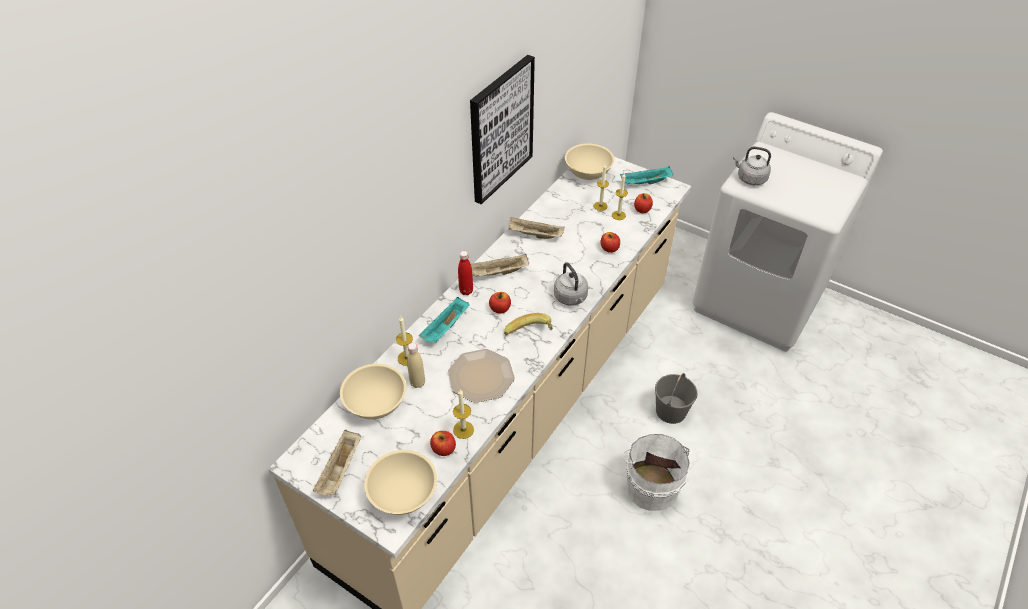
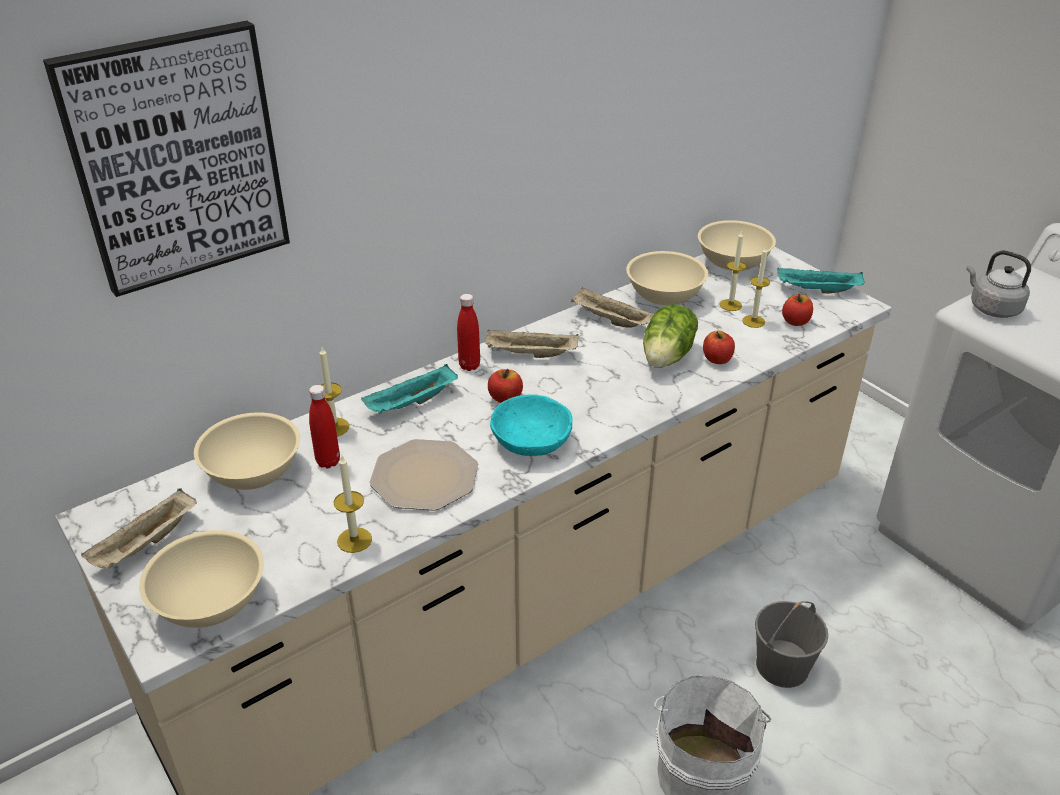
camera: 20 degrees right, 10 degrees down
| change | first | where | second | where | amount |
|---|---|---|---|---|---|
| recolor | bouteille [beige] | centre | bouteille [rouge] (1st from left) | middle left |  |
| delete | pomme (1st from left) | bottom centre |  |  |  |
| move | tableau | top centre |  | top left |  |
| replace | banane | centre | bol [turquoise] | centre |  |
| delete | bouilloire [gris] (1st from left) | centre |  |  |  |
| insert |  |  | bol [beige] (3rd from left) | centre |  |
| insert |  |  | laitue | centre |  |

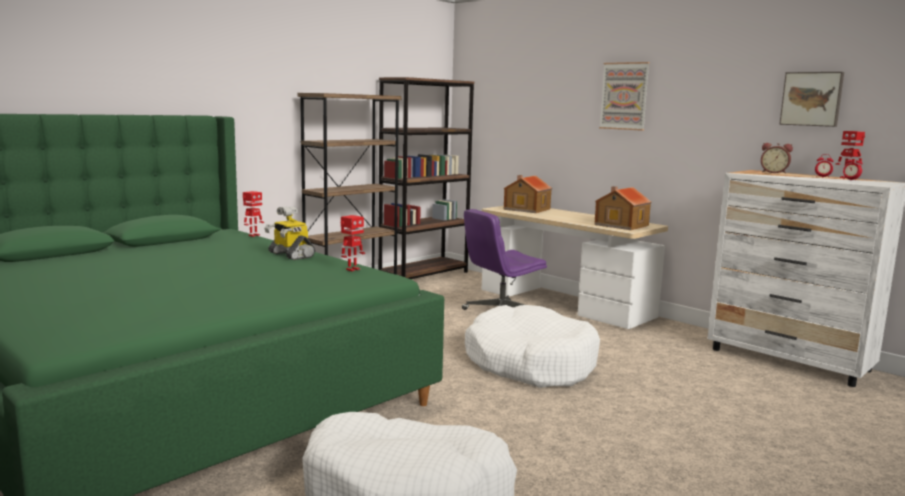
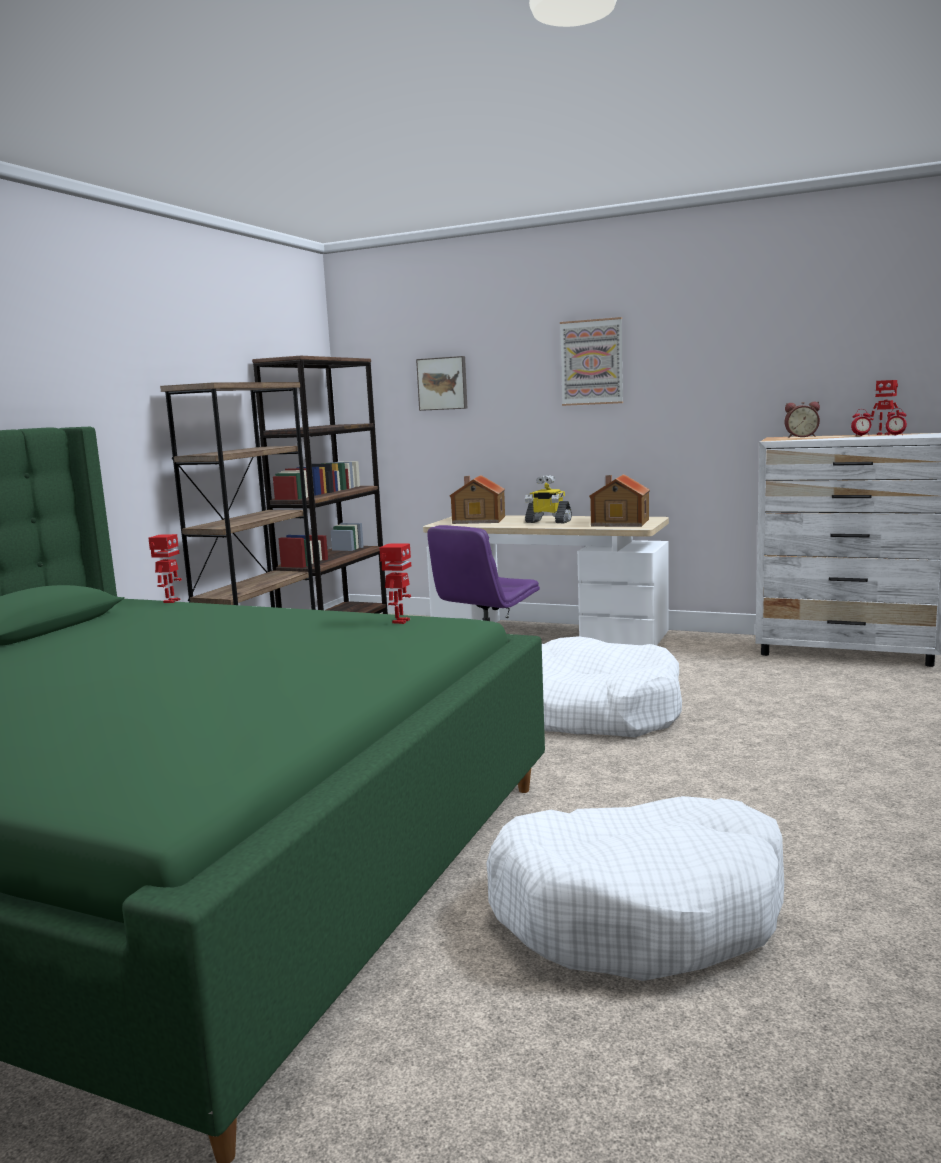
camera: 20 degrees left, 0 degrees up
| change | first | where | second | where | amount |
|---|---|---|---|---|---|
| move | robot jouet (2nd from left in the first image) | middle left | robot jouet (3rd from left) | centre |  |
| move | tableau (2nd from left in the first image) | top right | tableau (1st from left) | top centre |  |

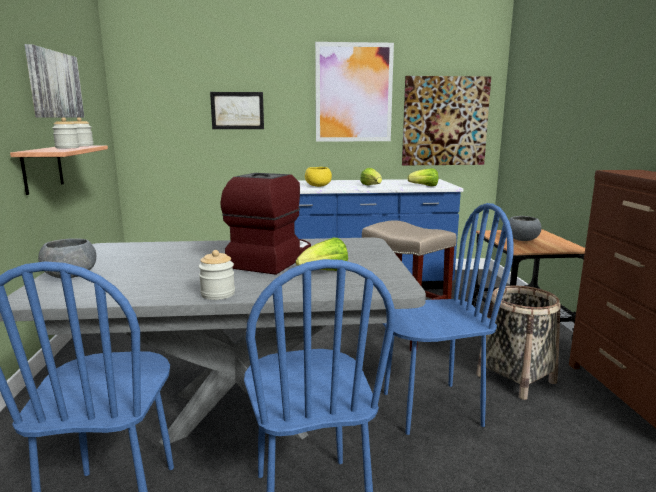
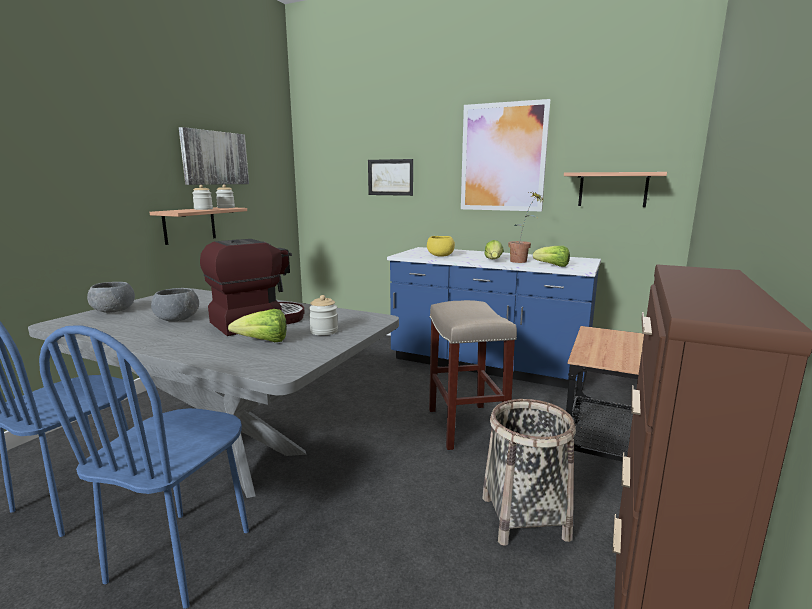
camera: 30 degrees right, 0 degrees up
| change | first | where | second | where | amount |
|---|---|---|---|---|---|
| move | bocal (3rd from left) | middle left |  | centre |  |
| delete | chaise [bleu] (3rd from left) | middle right |  |  |  |
| replace | tableau (4th from left) | top right | étagère (2nd from left) | top right |  |
| move | bol [gris] (2nd from left) | middle right |  | middle left |  |
| insert |  |  | plante en pot | centre |  |

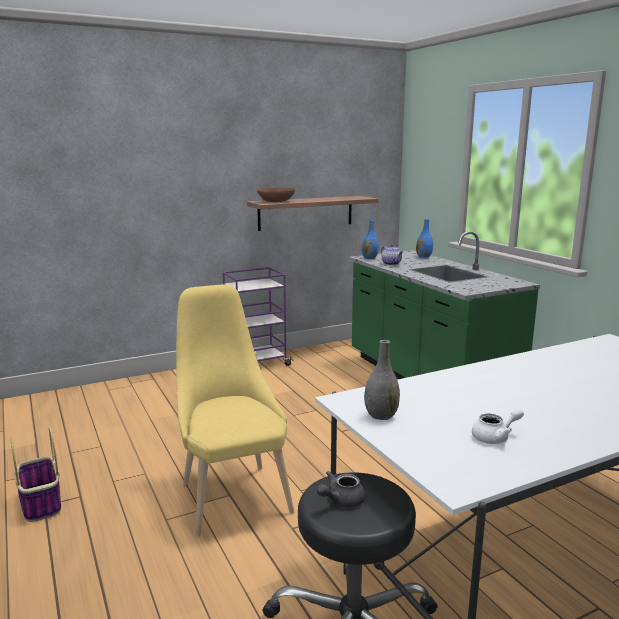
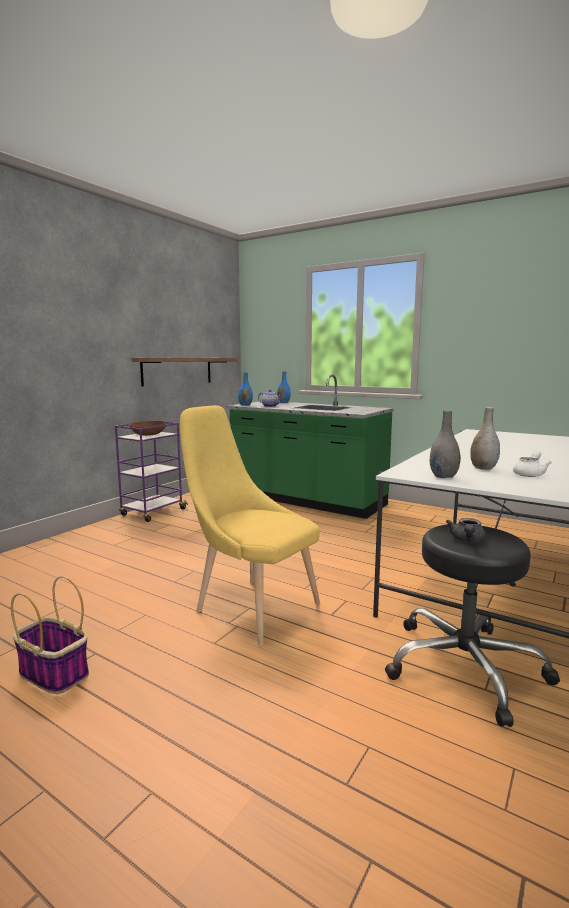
camera: 30 degrees left, 5 degrees down
| change | first | where | second | where | amount |
|---|---|---|---|---|---|
| move | bol [marron] | top centre |  | middle left |  |
| insert |  |  | vase [gris] (2nd from left) | middle right |  |

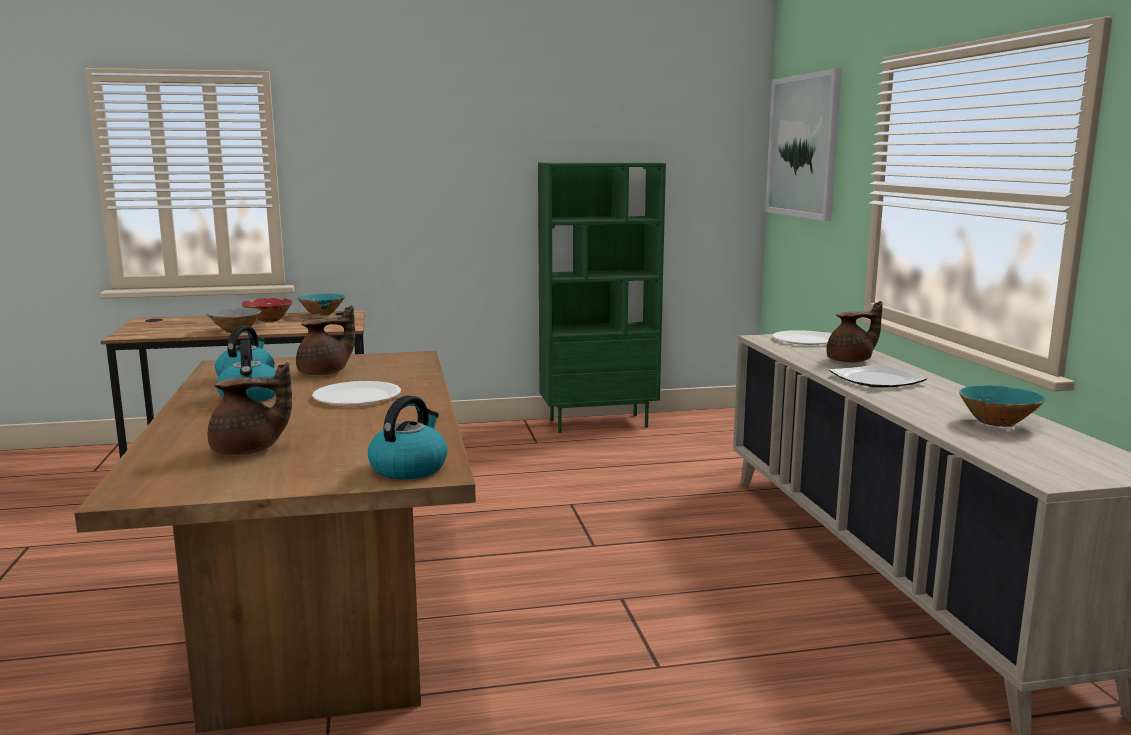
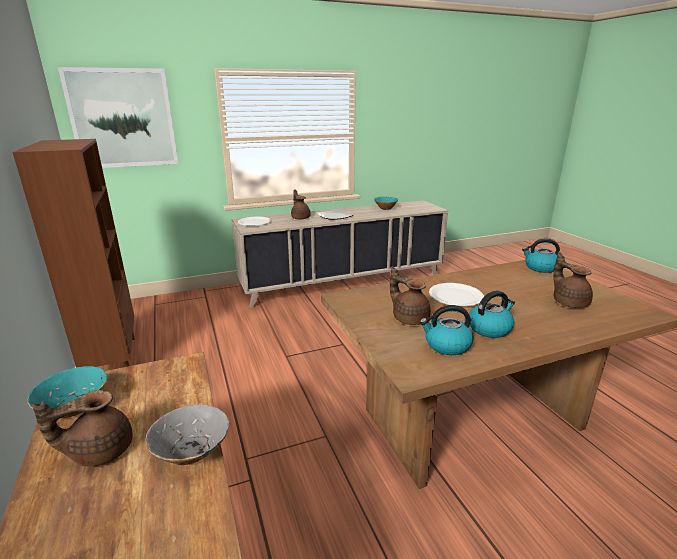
camera: 100 degrees left, 10 degrees up
| change | first | where | second | where | amount |
|---|---|---|---|---|---|
| replace | bol [rouge] | middle left | théière [marron] (1st from left) | bottom left |  |
| recolor | bibliothèque [vert] | centre | bibliothèque [marron] | middle left |  |

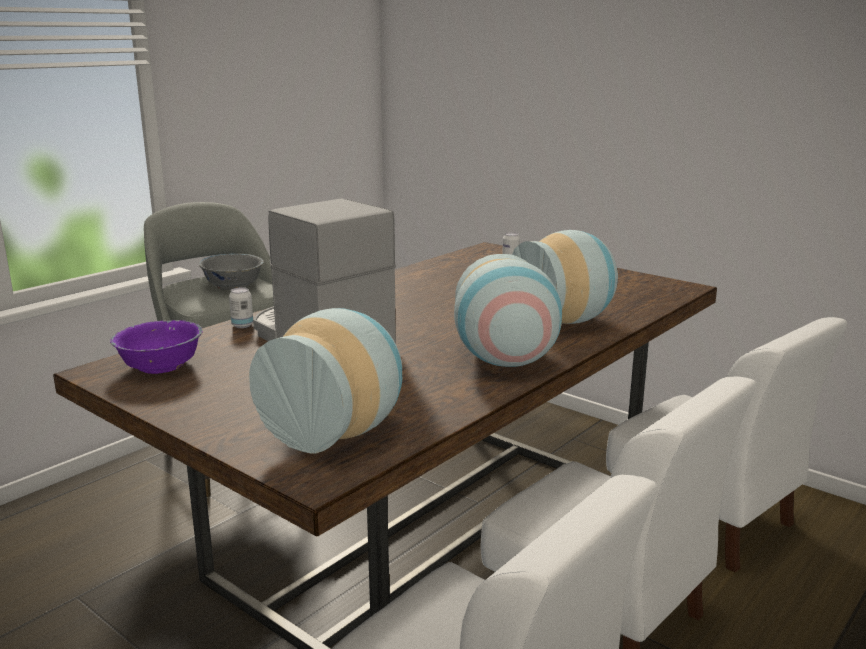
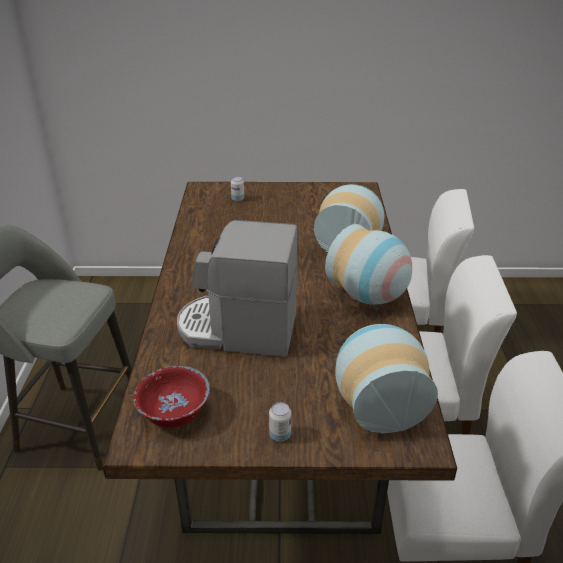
camera: 40 degrees left, 15 degrees up
| change | first | where | second | where | amount |
|---|---|---|---|---|---|
| recolor | bol [violet] | middle left | bol [rouge] | bottom left |  |
| delete | bol [gris] | middle left |  |  |  |
| move | boîte métallique (1st from left in the first image) | middle left | boîte métallique (2nd from left) | bottom centre |  |

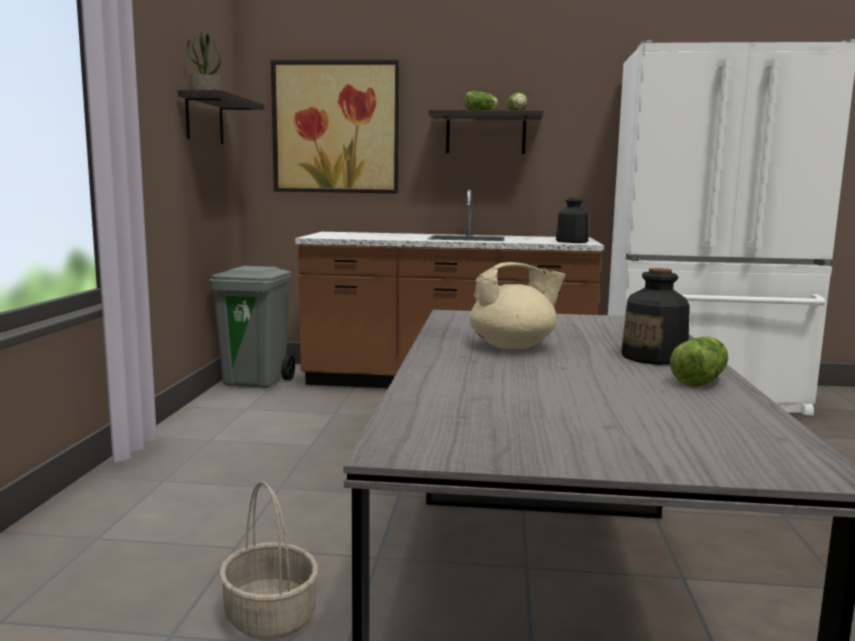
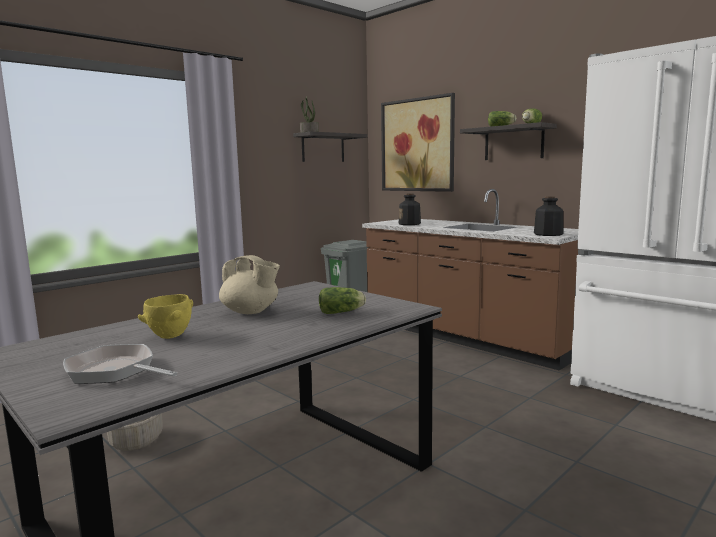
camera: 40 degrees right, 0 degrees up
| change | first | where | second | where | amount |
|---|---|---|---|---|---|
| move | bouteille (2nd from left in the first image) | middle right | bouteille (1st from left) | centre |  |
| move | laitue (3rd from left in the first image) | middle right | laitue (1st from left) | centre |  |
| insert |  |  | poêle | bottom left |  |
| insert |  |  | bol [jaune] | middle left |  |

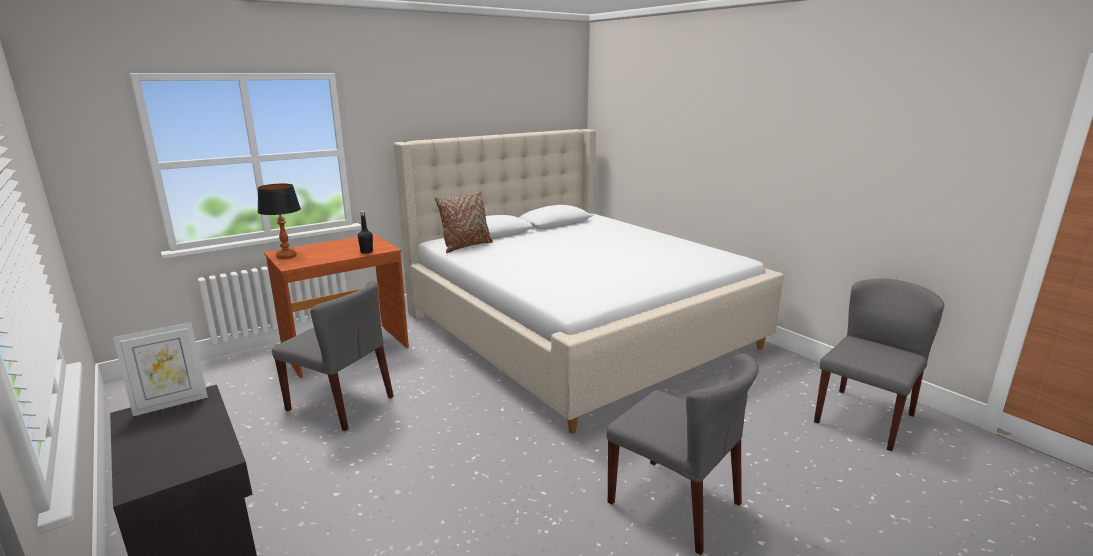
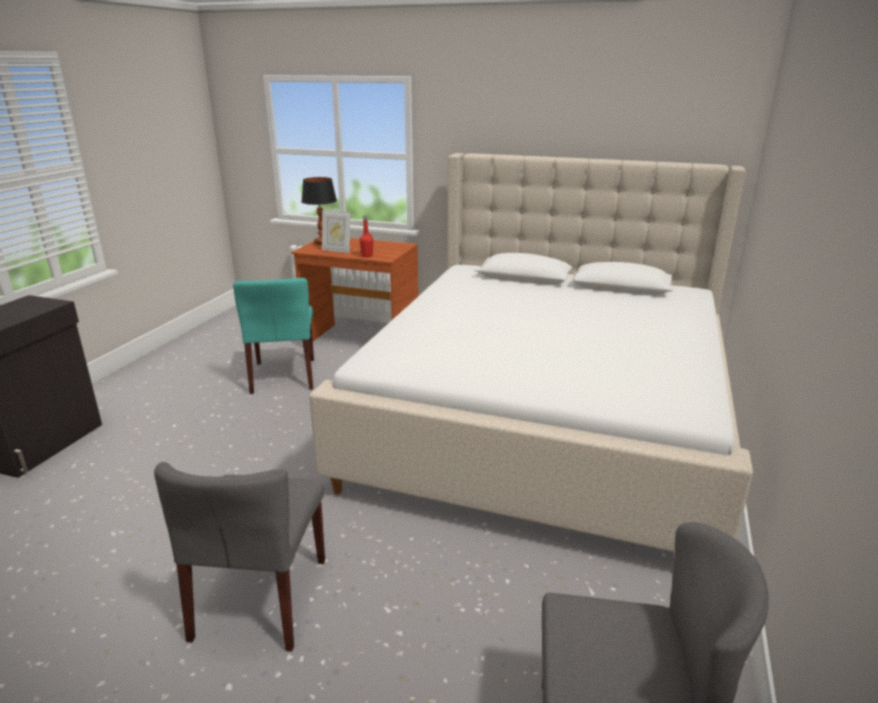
camera: 55 degrees right, 5 degrees up
| change | first | where | second | where | amount |
|---|---|---|---|---|---|
| move | cadre photo | middle left |  | top centre |  |
| recolor | chaise [gris] (1st from left) | middle left | chaise [turquoise] | middle left |  |
| recolor | bouteille [noir] | centre | bouteille [rouge] | centre |  |
| delete | coussin [marron] | centre |  |  |  |

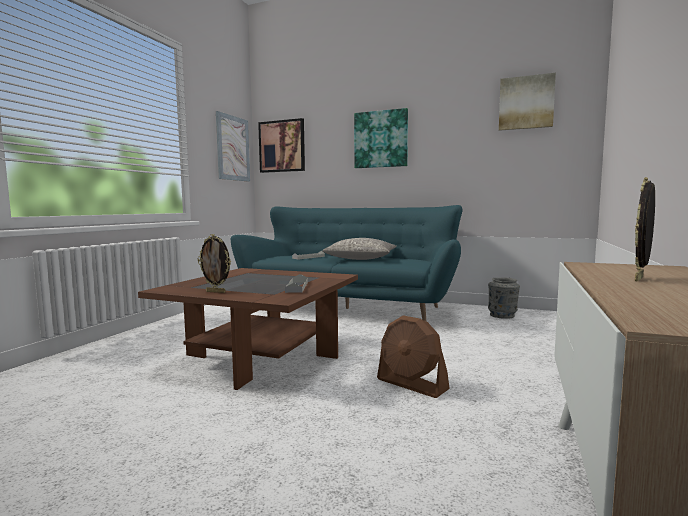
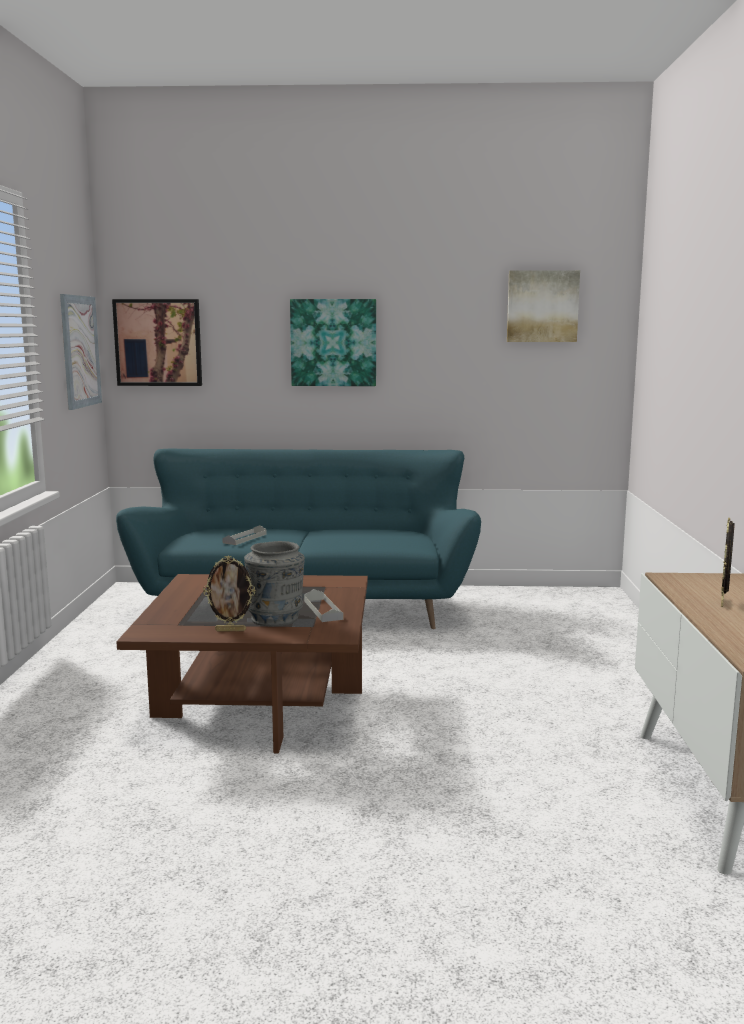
camera: 20 degrees left, 5 degrees up
| change | first | where | second | where | amount |
|---|---|---|---|---|---|
| delete | coussin [gris] | centre |  |  |  |
| delete | ventilateur [marron] | bottom centre |  |  |  |
| move | vase [gris] | middle right |  | centre |  |

